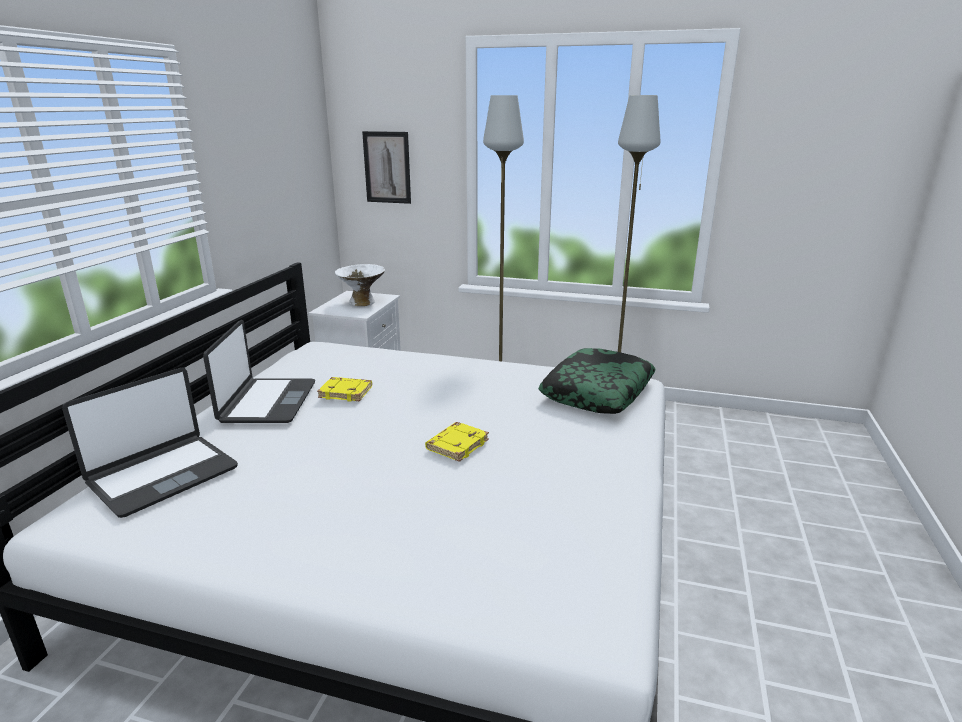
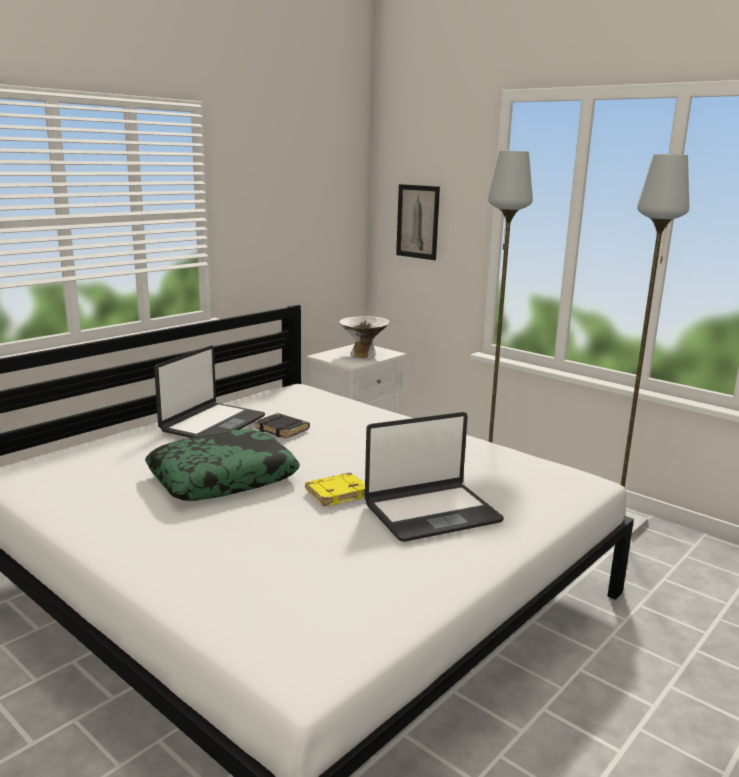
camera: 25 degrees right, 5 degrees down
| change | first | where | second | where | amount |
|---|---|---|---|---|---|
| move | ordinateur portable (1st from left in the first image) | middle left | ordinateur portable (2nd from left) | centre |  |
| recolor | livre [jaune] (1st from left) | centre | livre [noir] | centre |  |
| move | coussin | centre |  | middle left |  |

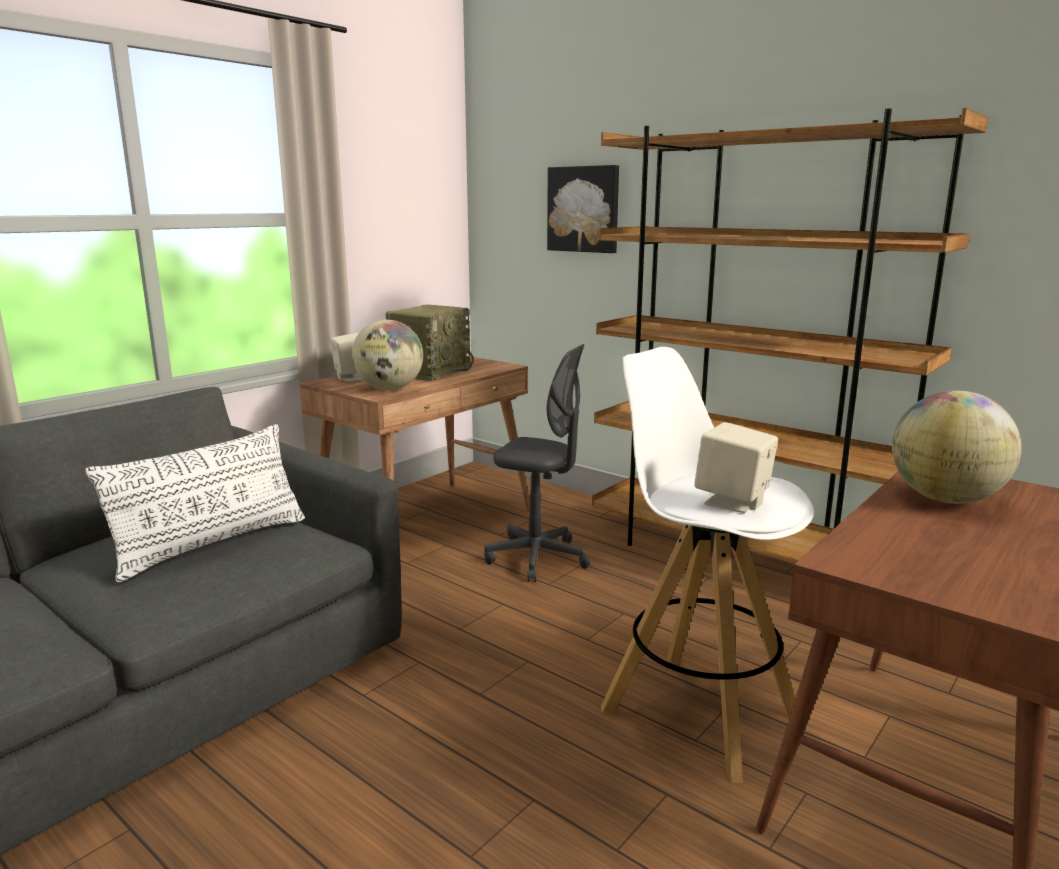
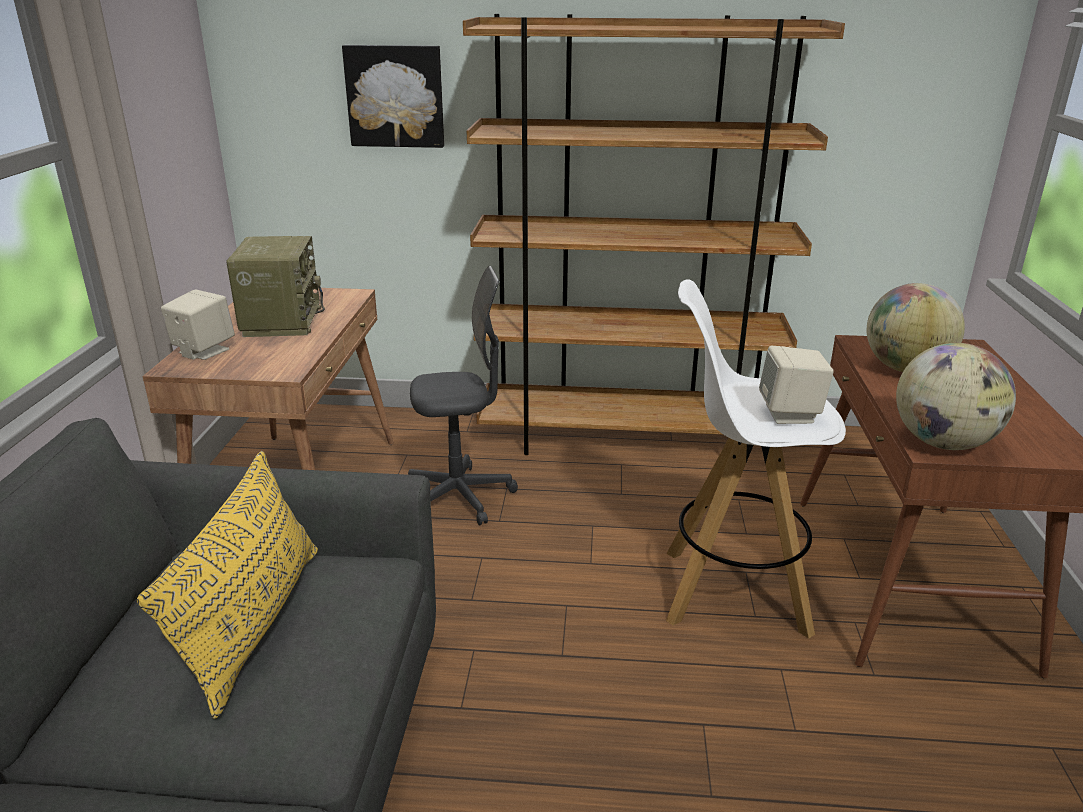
camera: 35 degrees left, 10 degrees up
| change | first | where | second | where | amount |
|---|---|---|---|---|---|
| recolor | coussin [blanc] | middle left | coussin [jaune] | bottom left |  |
| move | globe (1st from left in the first image) | centre | globe (2nd from left) | middle right |  |

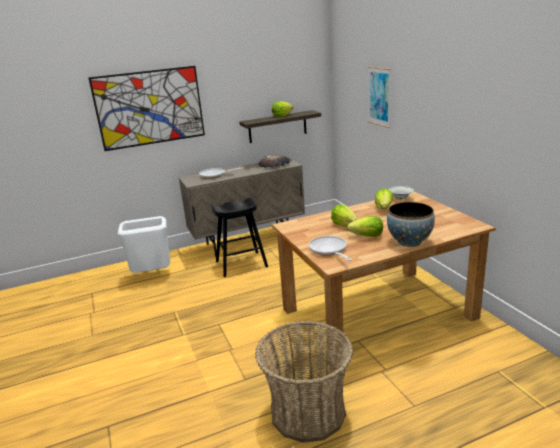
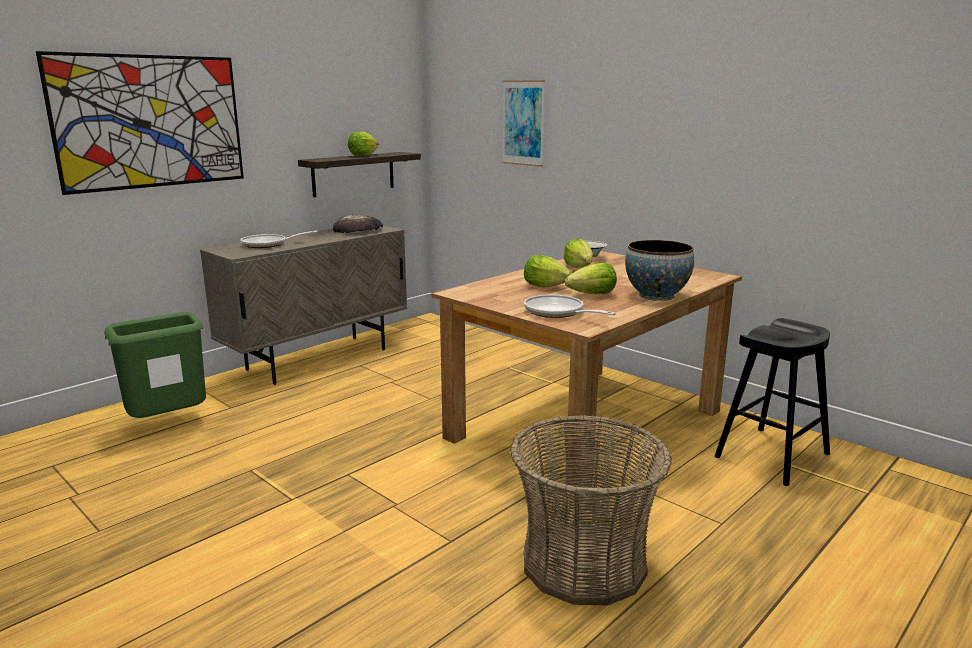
camera: 25 degrees left, 5 degrees down
| change | first | where | second | where | amount |
|---|---|---|---|---|---|
| recolor | poubelle [blanc] | middle left | poubelle [vert] | middle left |  |
| move | tabouret [noir] | centre |  | middle right |  |

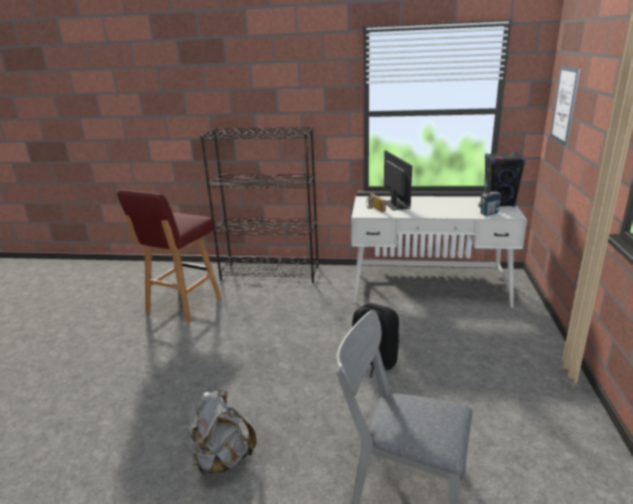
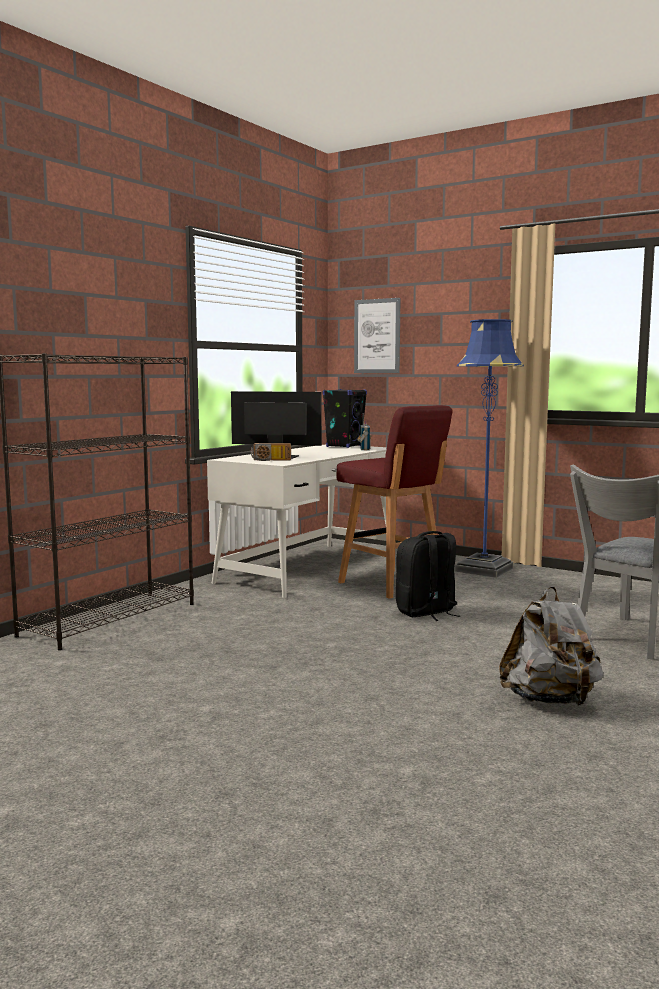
camera: 65 degrees left, 15 degrees down
| change | first | where | second | where | amount |
|---|---|---|---|---|---|
| move | tabouret [rouge] | middle left |  | centre |  |
| insert |  |  | lampadaire [bleu] | middle right |  |

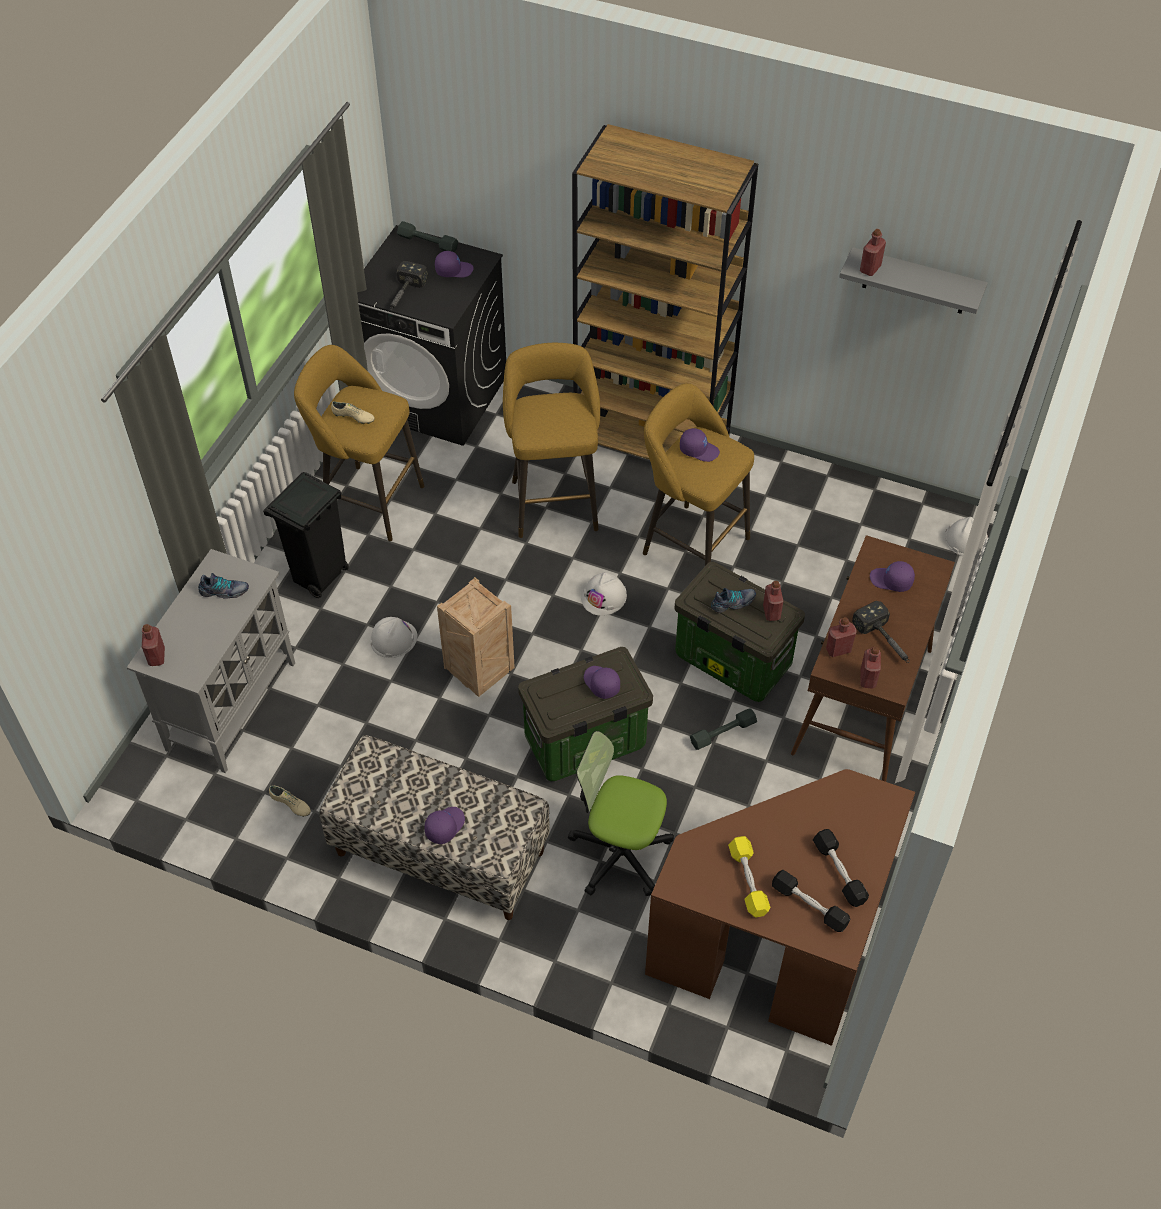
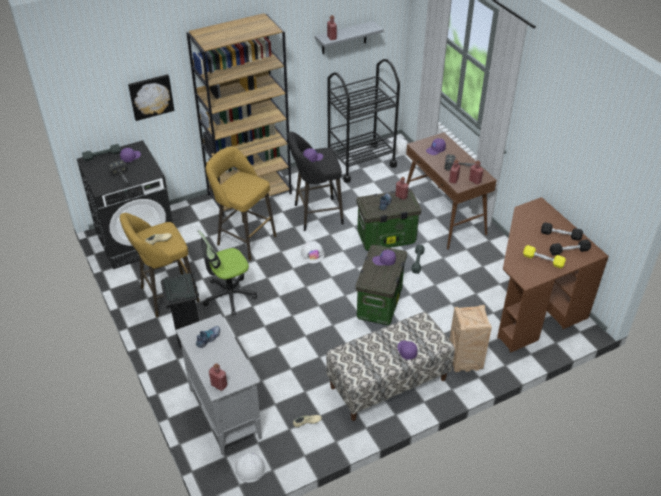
camera: 50 degrees left, 10 degrees down
| change | first | where | second | where | amount |
|---|---|---|---|---|---|
| move | casque de chantier [blanc] (1st from left) | centre |  | bottom centre |  |
| move | caisse | centre |  | bottom right |  |
| move | chaise de bureau | bottom centre |  | centre |  |
| recolor | tabouret [jaune] (3rd from left) | centre | tabouret [noir] | centre |  |
| insert |  |  | tableau | top left |  |
| insert |  |  | chariot [noir] | top centre |  |

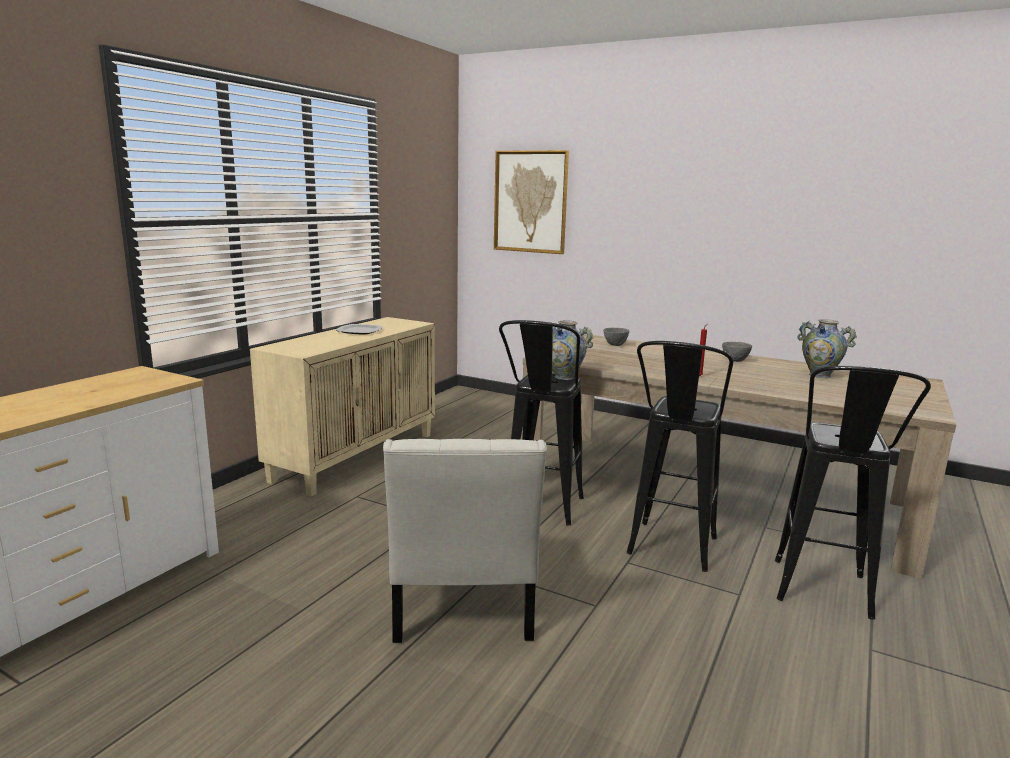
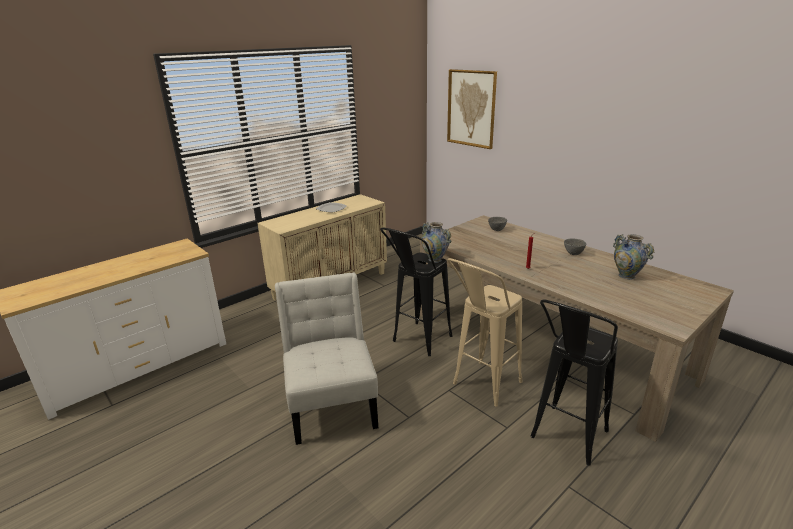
camera: 20 degrees right, 10 degrees up
| change | first | where | second | where | amount |
|---|---|---|---|---|---|
| rotate | chaise [blanc] | bottom centre |  | bottom centre | 150 degrees clockwise |
| recolor | tabouret [noir] (2nd from left) | middle right | tabouret [beige] | centre |  |

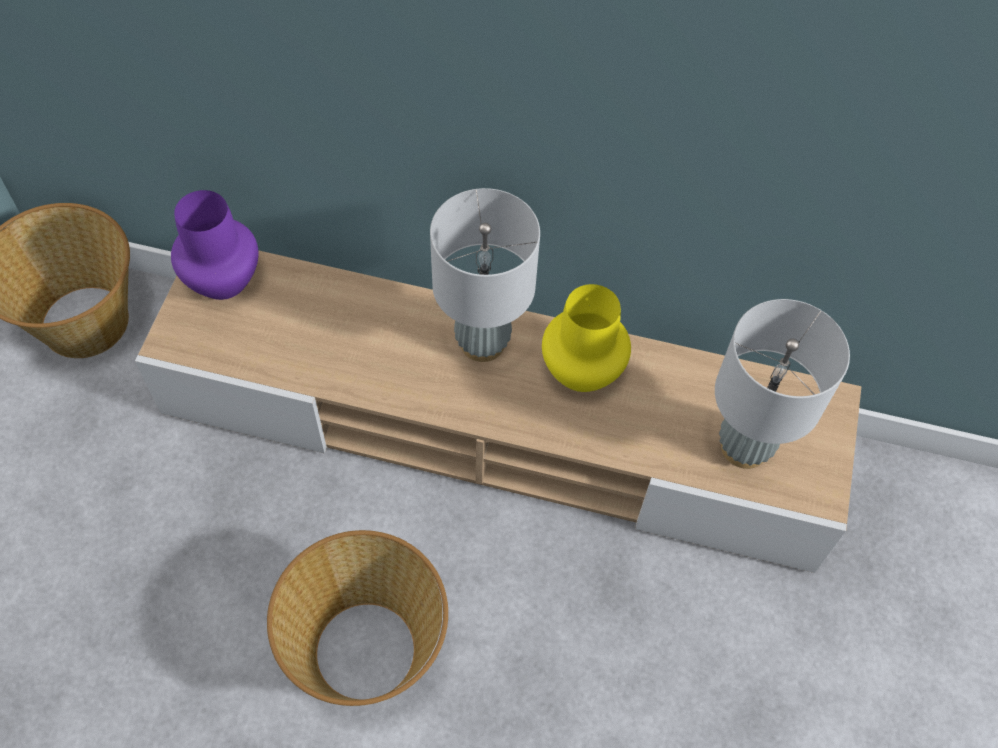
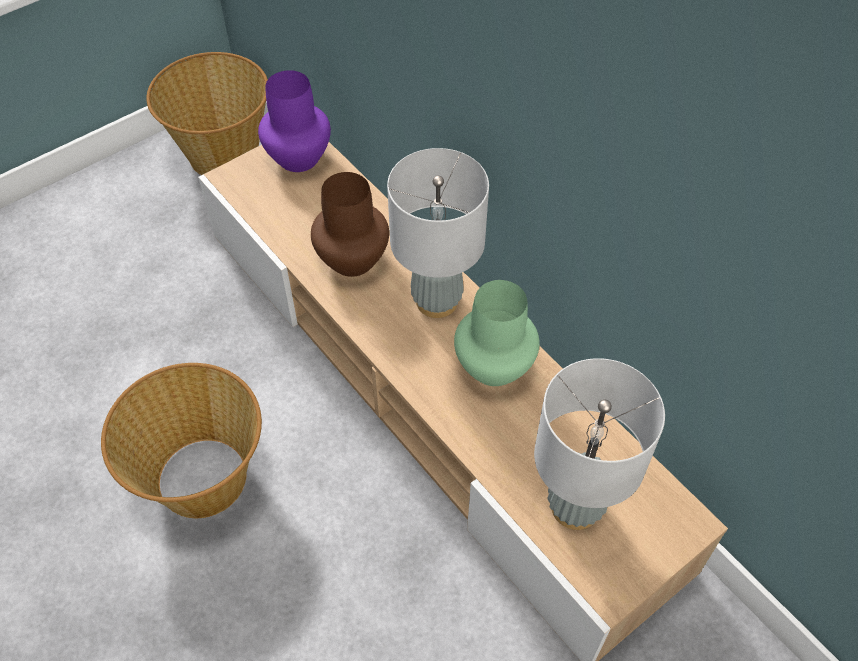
camera: 40 degrees right, 5 degrees down
| change | first | where | second | where | amount |
|---|---|---|---|---|---|
| recolor | vase [jaune] | centre | vase [vert] | centre |  |
| insert |  |  | vase [marron] | centre |  |

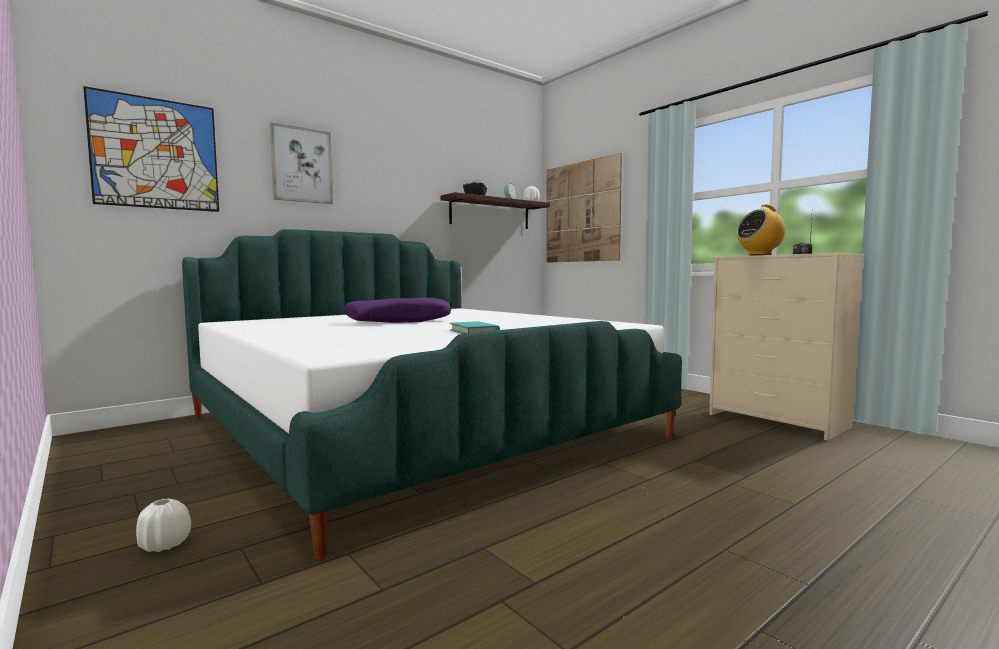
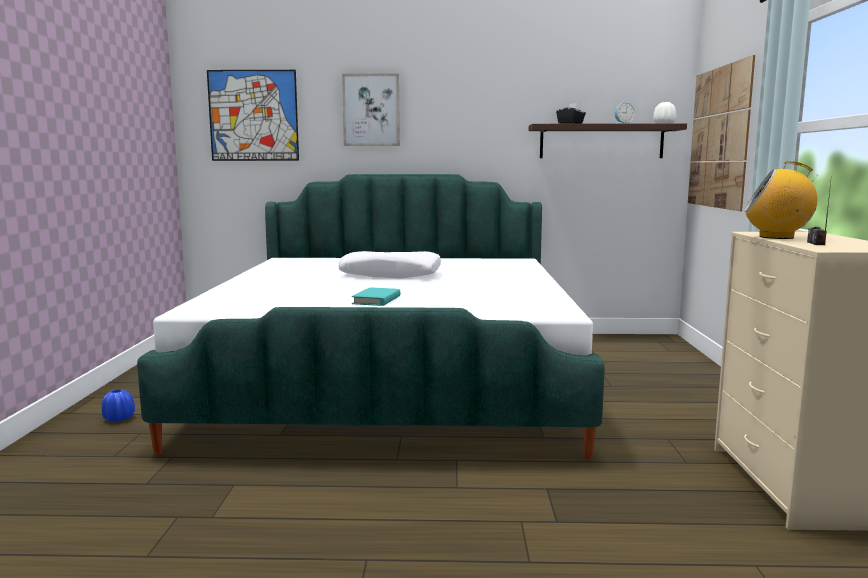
camera: 40 degrees right, 5 degrees up
| change | first | where | second | where | amount |
|---|---|---|---|---|---|
| recolor | vase [blanc] (1st from left) | bottom left | vase [bleu] | bottom left |  |
| recolor | coussin [violet] | centre | coussin [blanc] | centre |  |

